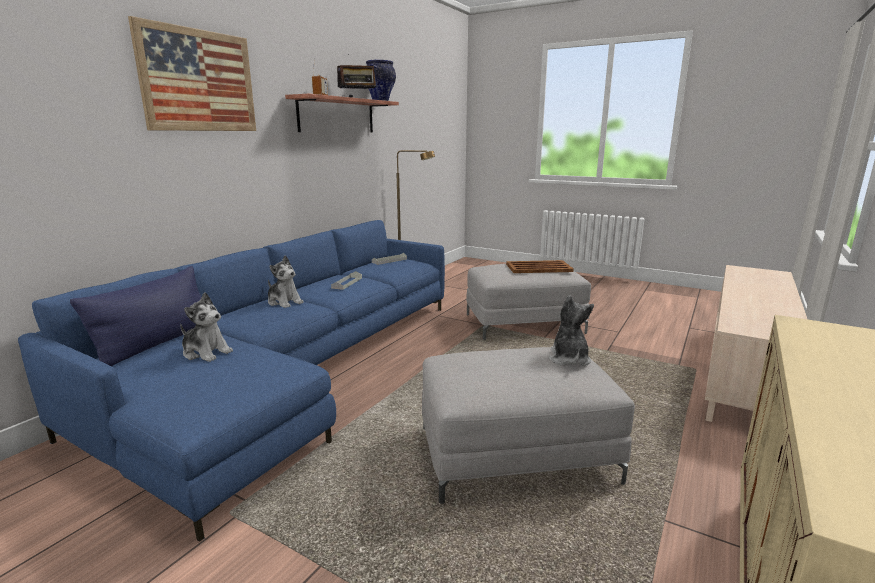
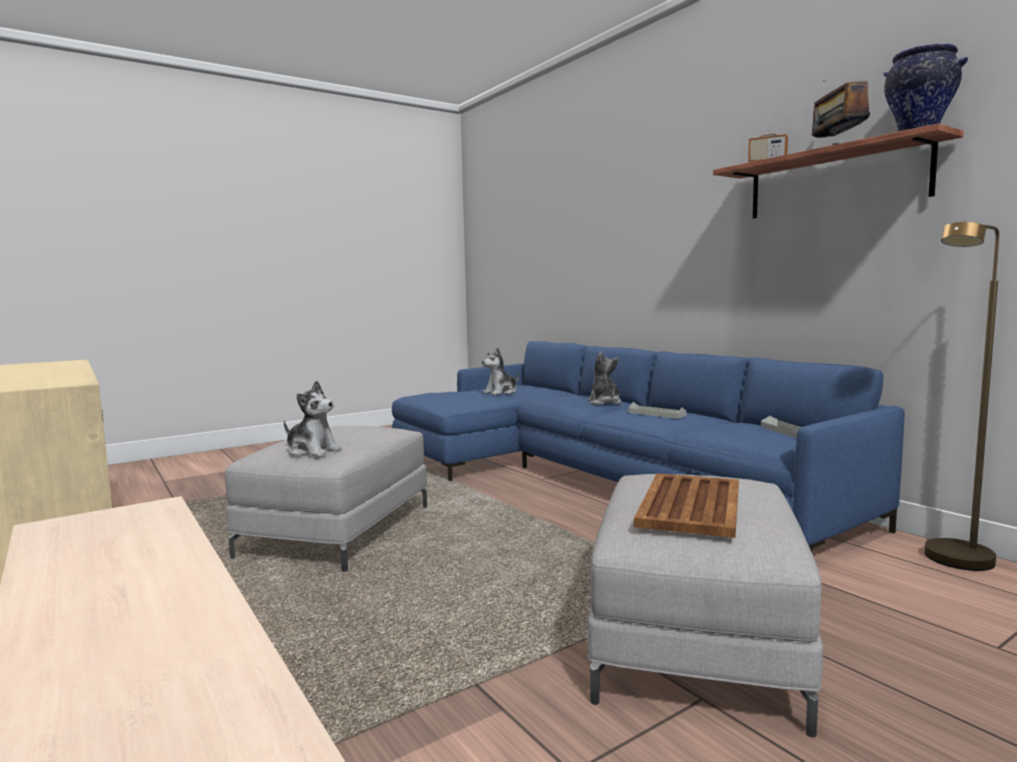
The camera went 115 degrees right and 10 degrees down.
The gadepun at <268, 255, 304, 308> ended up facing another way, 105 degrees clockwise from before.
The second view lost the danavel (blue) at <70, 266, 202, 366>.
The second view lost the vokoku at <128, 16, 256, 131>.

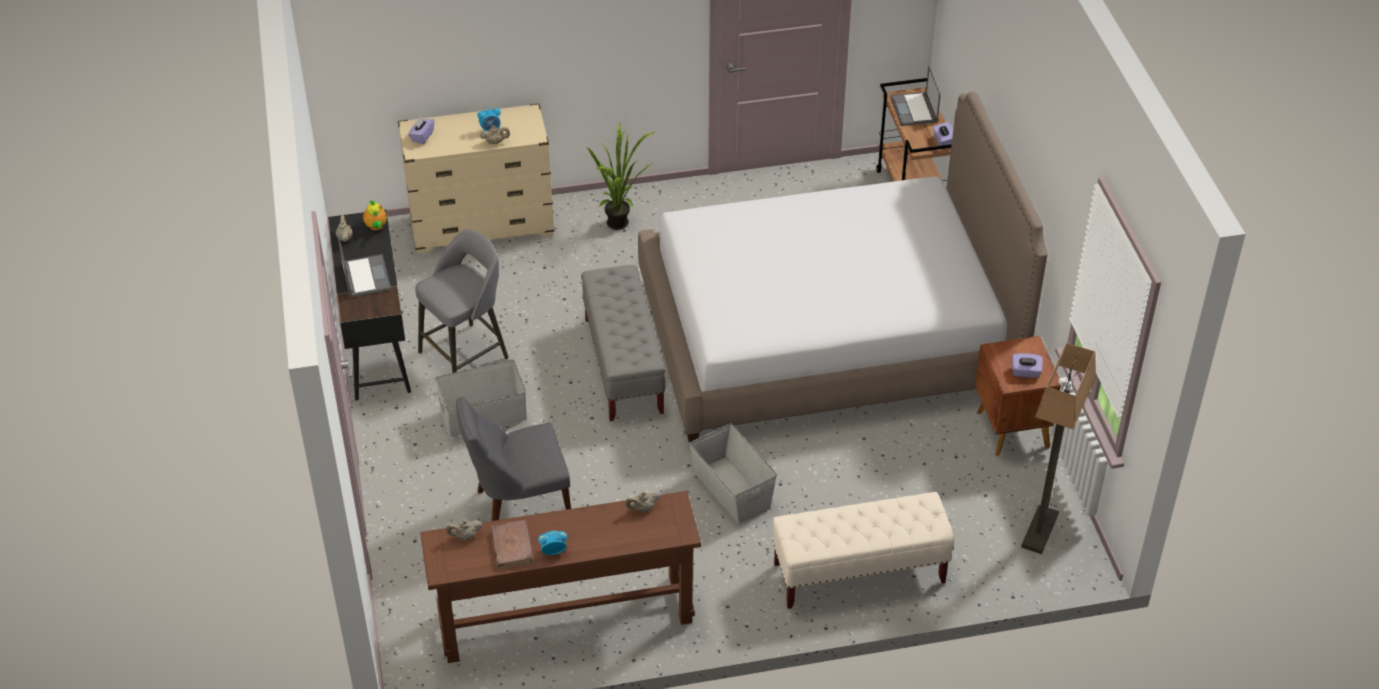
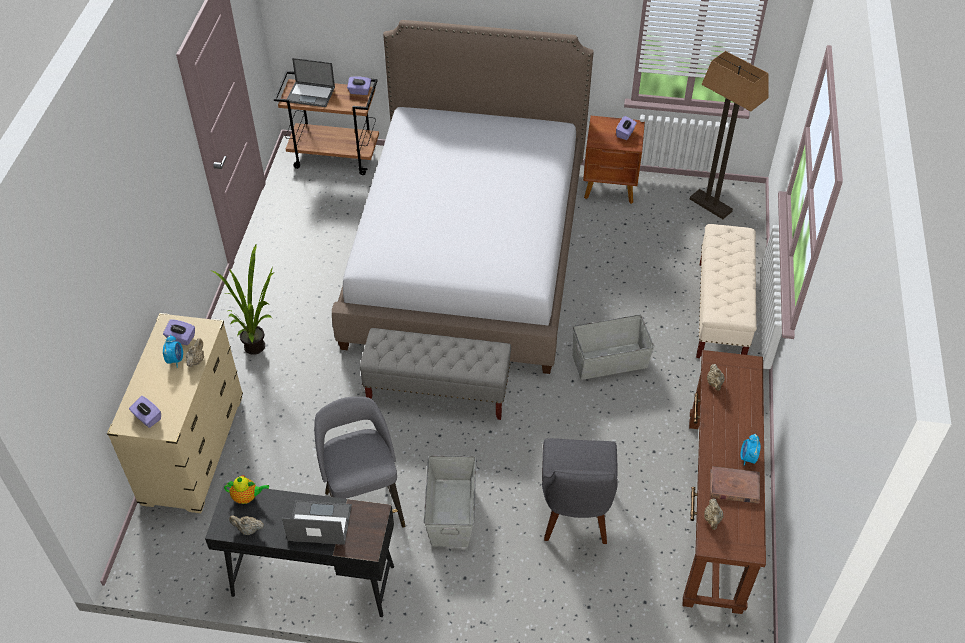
The camera went 70 degrees left and 5 degrees up.
The second view gained the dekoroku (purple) at <163, 319, 195, 345>.

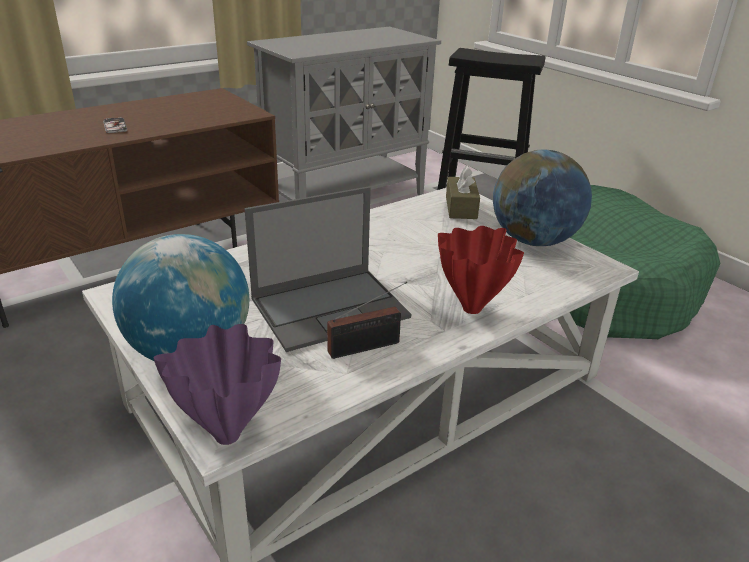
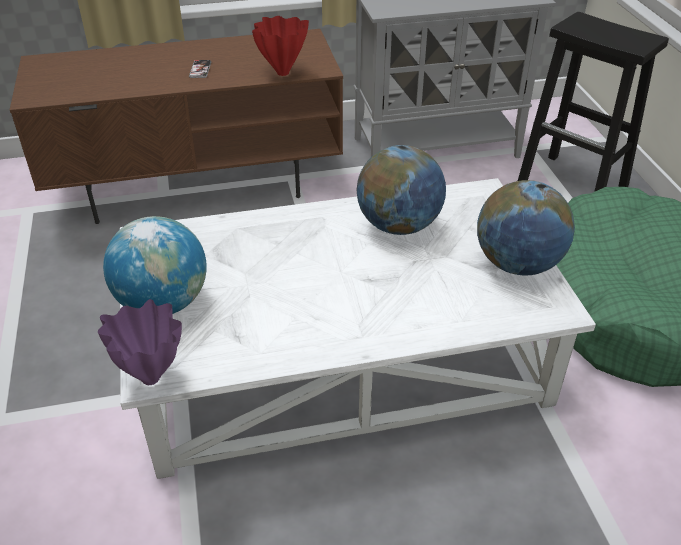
The camera went 25 degrees right and 10 degrees up.
The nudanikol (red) ended up elsewhere, having gone from <438, 226, 524, 314> to <252, 16, 309, 76>.
The second view gained the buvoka at <356, 145, 446, 235>.
The second view lost the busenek at <244, 186, 411, 352>.
The second view lost the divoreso at <327, 282, 407, 359>.
The second view lost the dekoroku (brown) at <446, 166, 480, 219>.

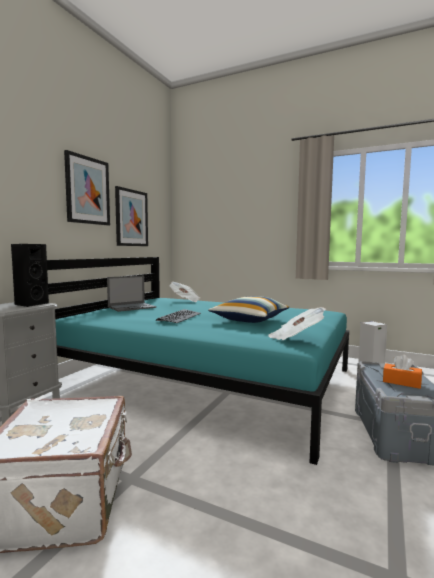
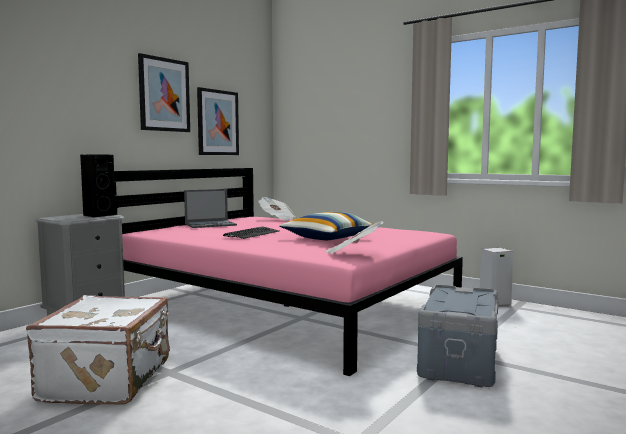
The camera went 10 degrees right and 0 degrees up.
What was the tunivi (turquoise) at <47, 257, 349, 465> turned into the tunivi (pink) at <114, 168, 463, 376>.
The second view lost the dekoroku (orange) at <383, 355, 422, 389>.

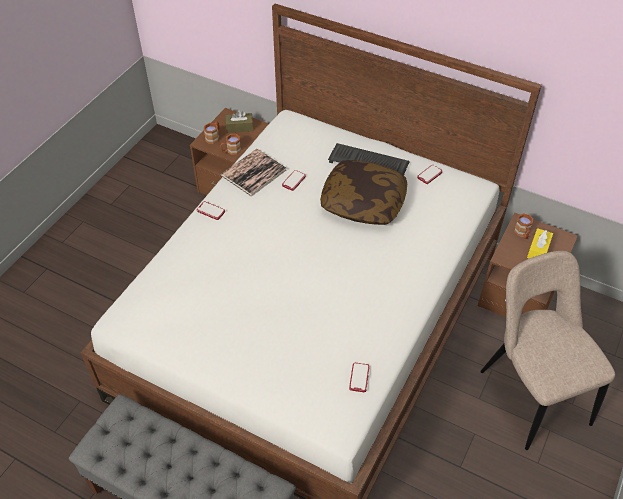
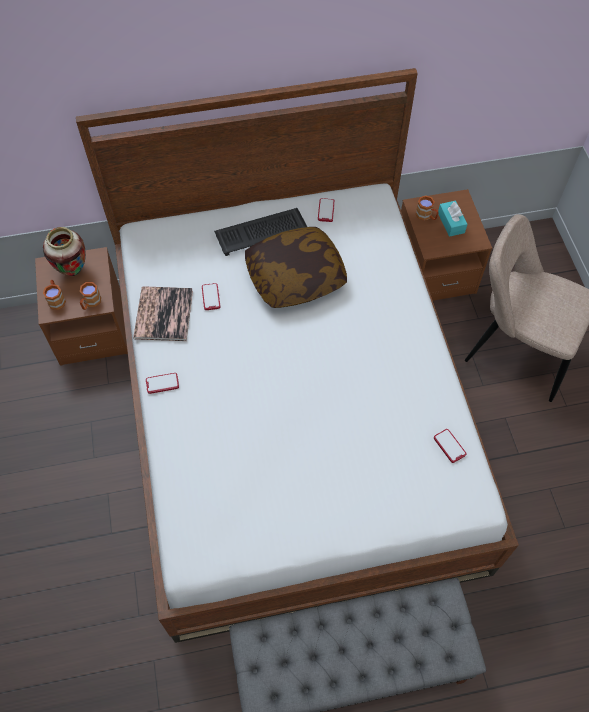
The camera went 40 degrees left and 10 degrees up.
Where the dekoroku (brown) stood at <225, 110, 253, 133>, the nudanikol came to stand at <43, 227, 86, 276>.
What was the dekoroku (yellow) at <527, 228, 553, 258> turned into the dekoroku (turquoise) at <438, 201, 467, 237>.

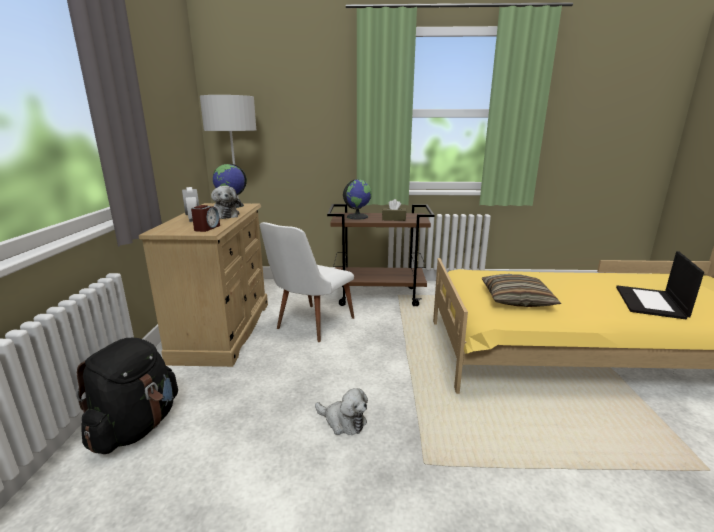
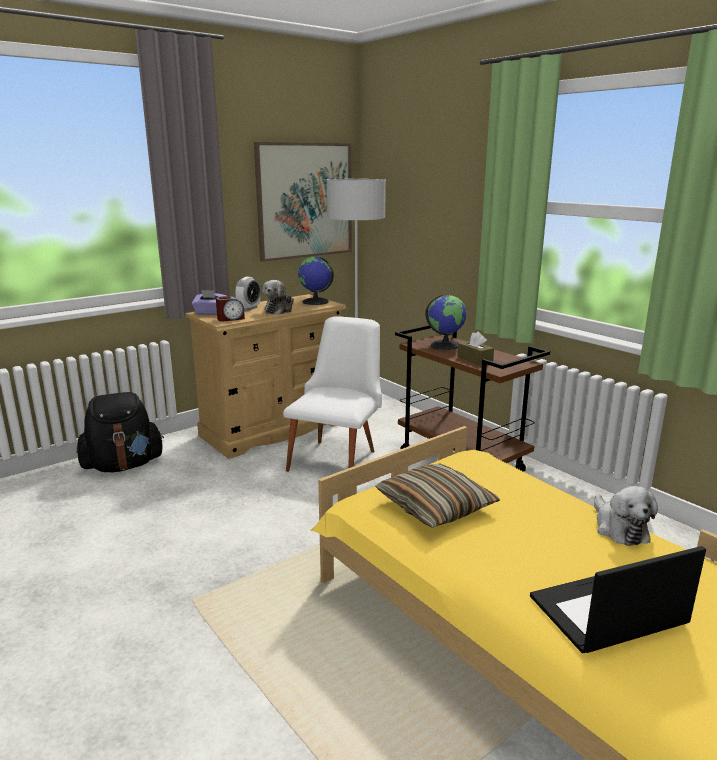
The camera went 50 degrees right and 0 degrees up.
The second view gained the dekoroku (purple) at <192, 290, 227, 315>.
The second view gained the vokoku at <254, 142, 352, 262>.
The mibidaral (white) at <260, 222, 354, 342> ended up facing another way, 120 degrees clockwise from before.
The gadepun ended up elsewhere, having gone from <315, 388, 368, 435> to <594, 486, 658, 546>.

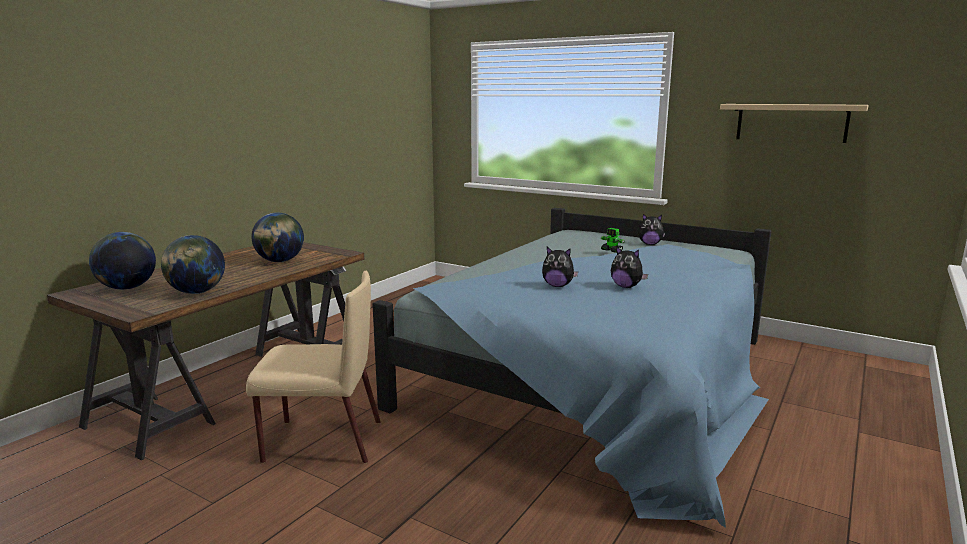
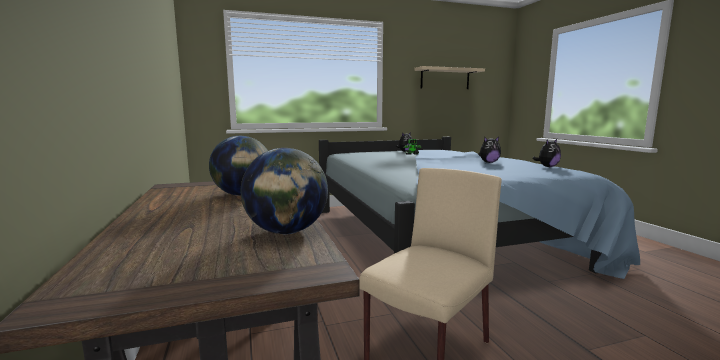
The camera went 50 degrees left and 5 degrees down.
The gadepun ended up elsewhere, having gone from <542, 247, 578, 287> to <532, 139, 561, 167>.
The second view lost the buvoka at <89, 232, 156, 290>.

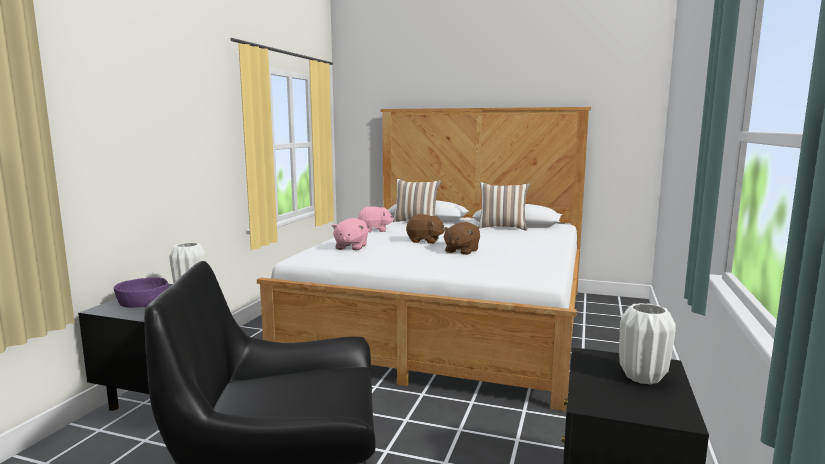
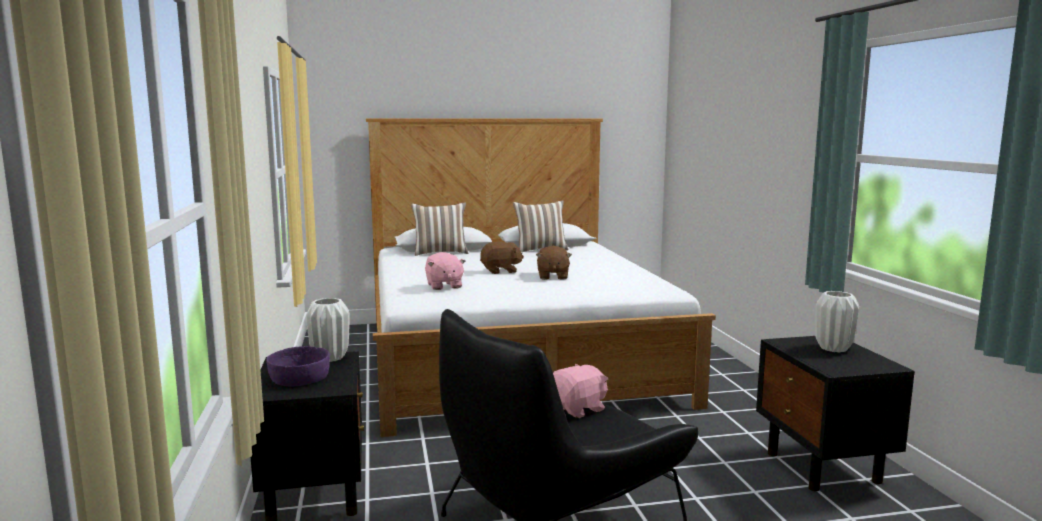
The camera went 30 degrees left and 0 degrees up.
The gadepun (pink) ended up elsewhere, having gone from <358, 206, 394, 232> to <553, 364, 608, 418>.

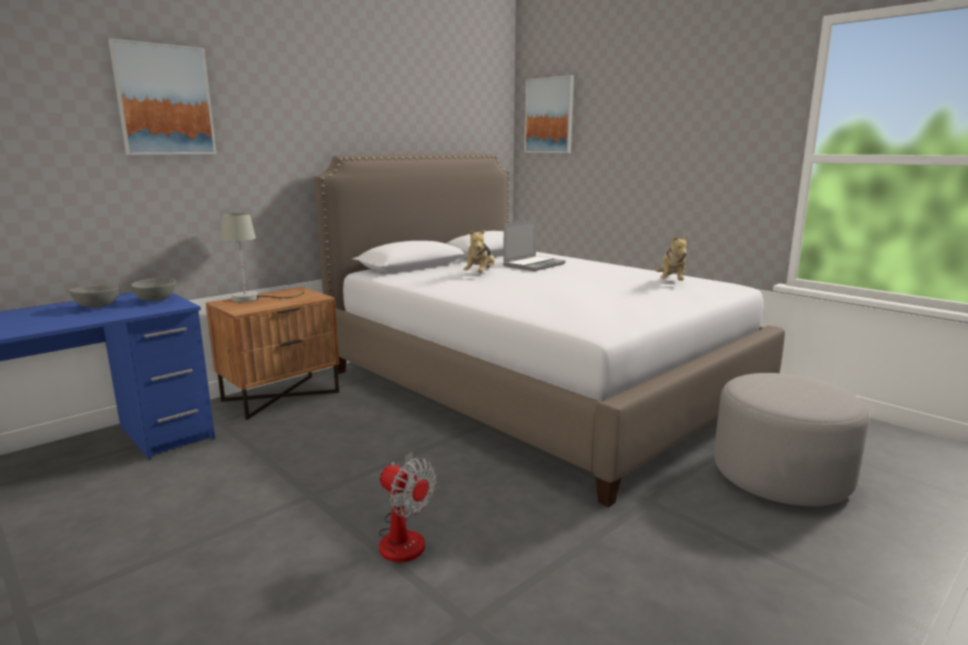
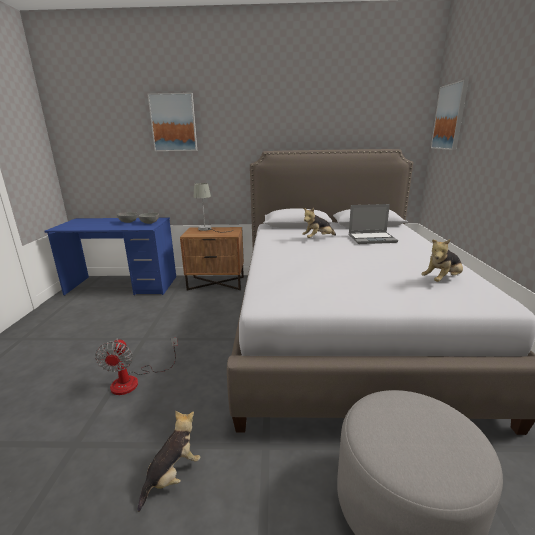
The camera went 45 degrees right and 5 degrees up.
The second view gained the gadepun at <138, 411, 201, 512>.

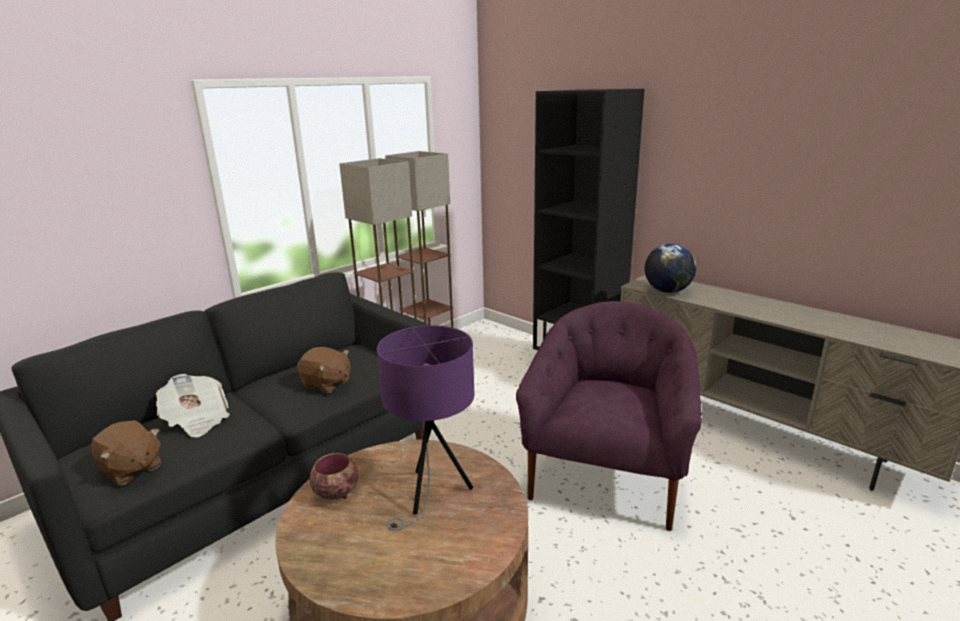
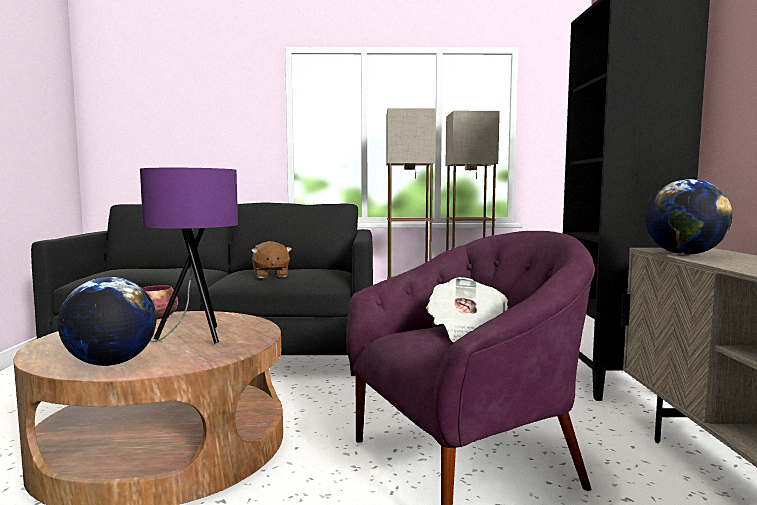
The camera went 45 degrees right and 15 degrees down.
The second view gained the buvoka at <58, 277, 156, 366>.
The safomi ended up elsewhere, having gone from <156, 374, 230, 437> to <426, 277, 508, 343>.
The second view lost the gadepun (brown) at <91, 420, 162, 486>.

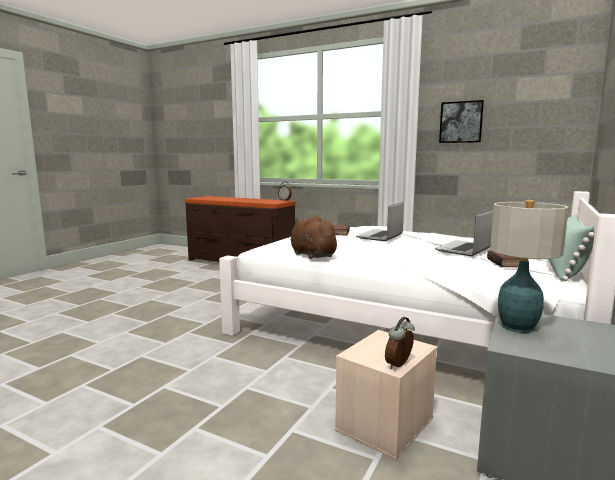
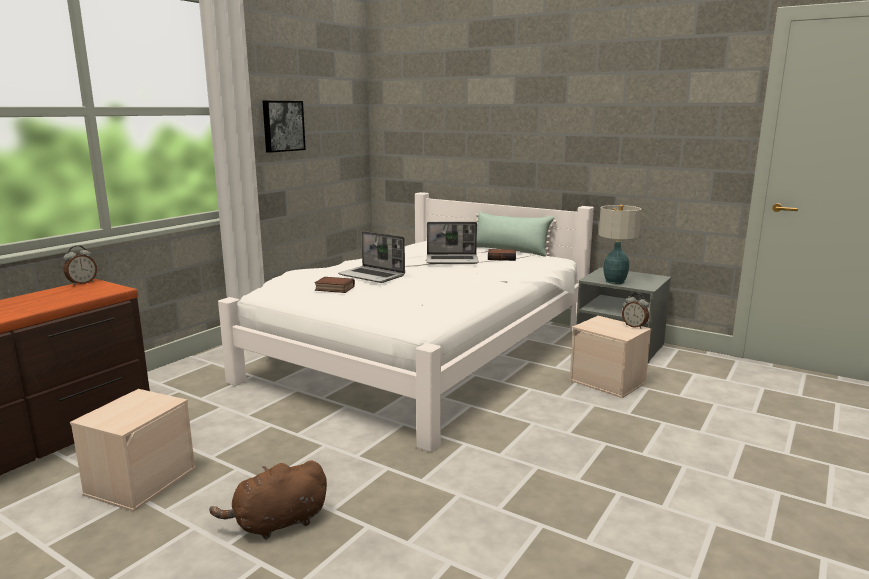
The camera went 85 degrees left and 5 degrees up.
The second view gained the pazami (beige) at <70, 389, 196, 512>.
The gadepun (brown) ended up elsewhere, having gone from <291, 216, 340, 259> to <209, 461, 327, 540>.
The busenek at <435, 210, 493, 256> ended up facing another way, 45 degrees counterclockwise from before.

